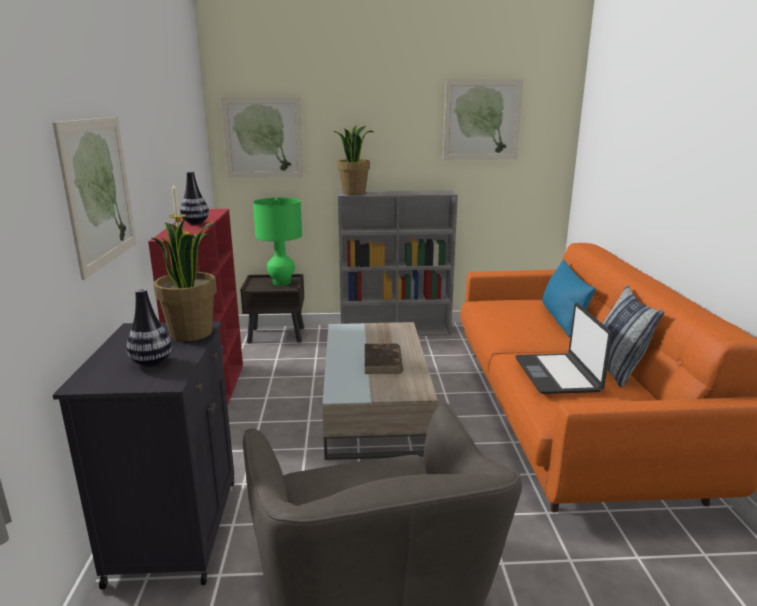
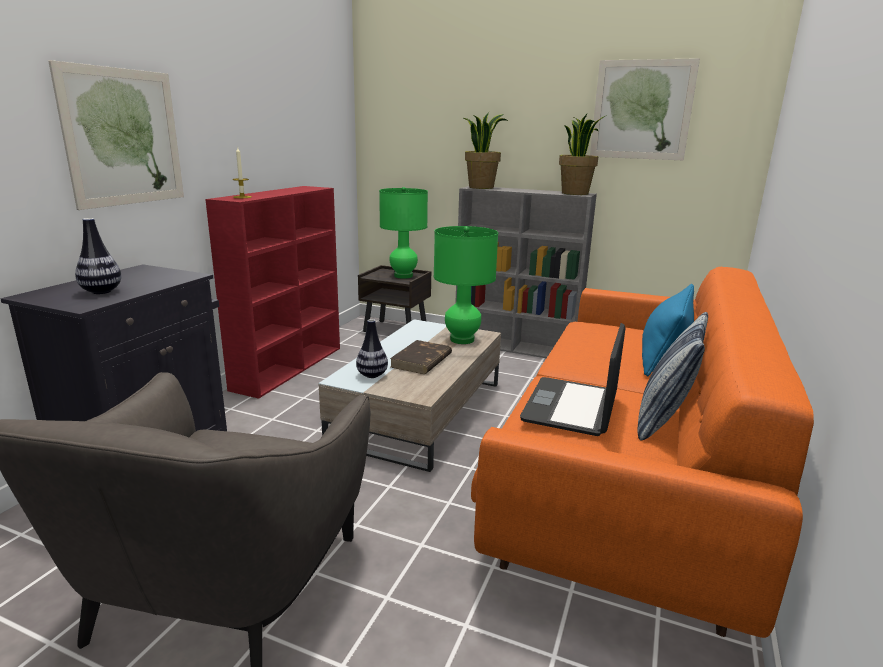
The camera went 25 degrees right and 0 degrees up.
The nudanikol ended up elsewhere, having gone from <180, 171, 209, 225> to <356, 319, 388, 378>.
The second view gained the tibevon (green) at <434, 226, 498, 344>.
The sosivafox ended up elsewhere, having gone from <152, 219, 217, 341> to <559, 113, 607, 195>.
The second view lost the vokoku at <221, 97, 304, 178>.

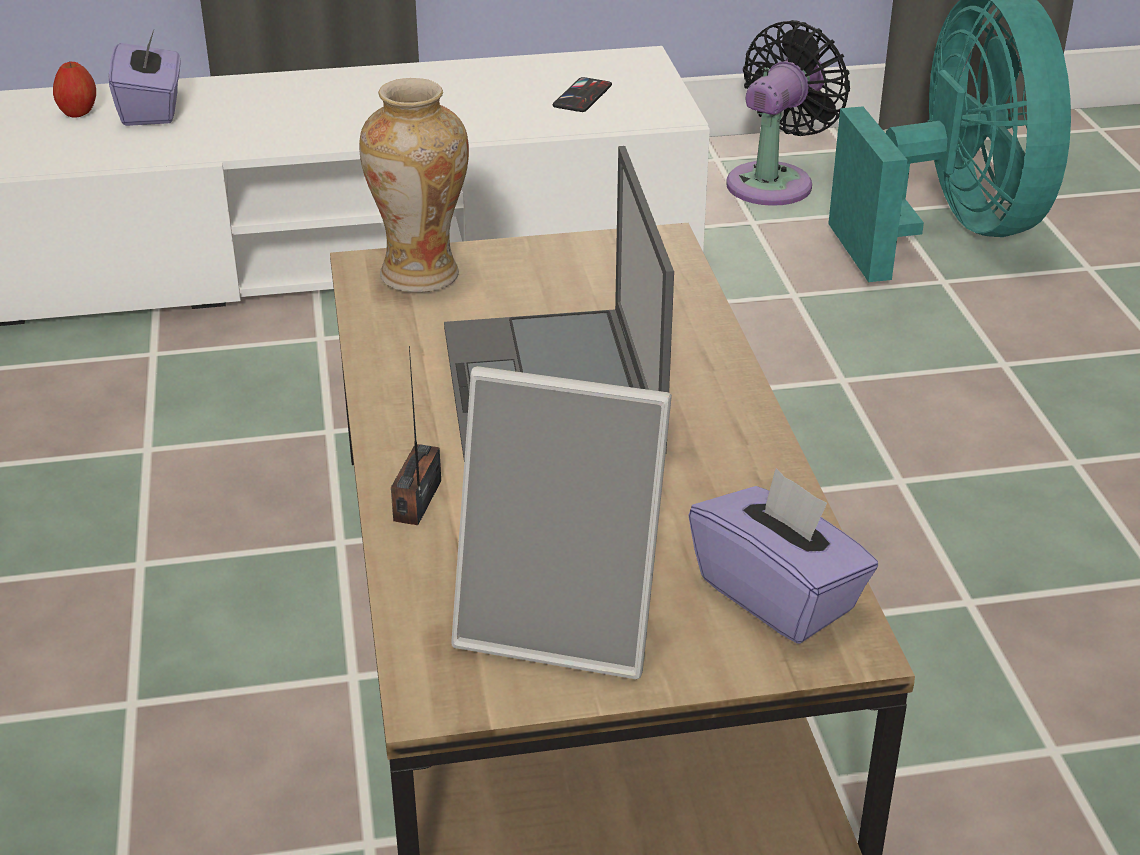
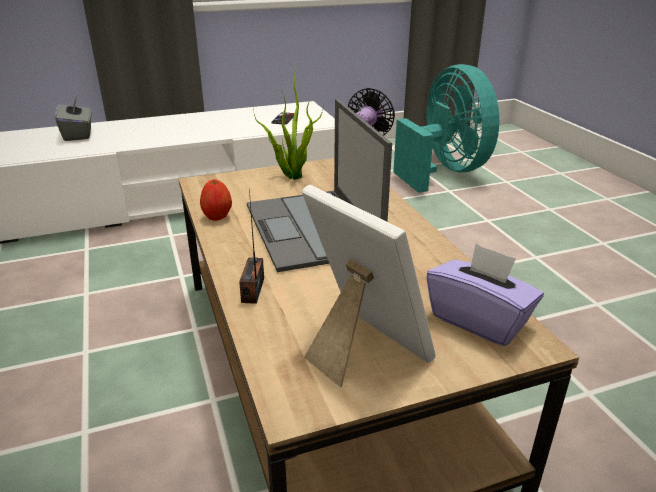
The camera went 10 degrees left and 5 degrees down.
What was the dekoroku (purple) at <109, 30, 181, 126> turned into the dekoroku (grey) at <55, 96, 92, 141>.
The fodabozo ended up elsewhere, having gone from <53, 61, 96, 118> to <200, 179, 232, 221>.
The second view gained the sosivafox at <253, 66, 324, 180>.
The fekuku at <451, 366, 672, 679> ended up facing another way, 135 degrees counterclockwise from before.
The second view lost the nudanikol at <359, 78, 469, 292>.

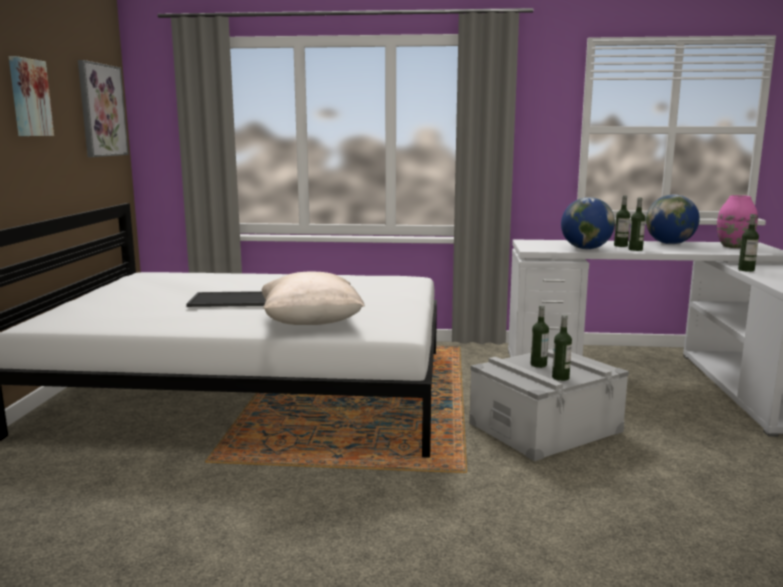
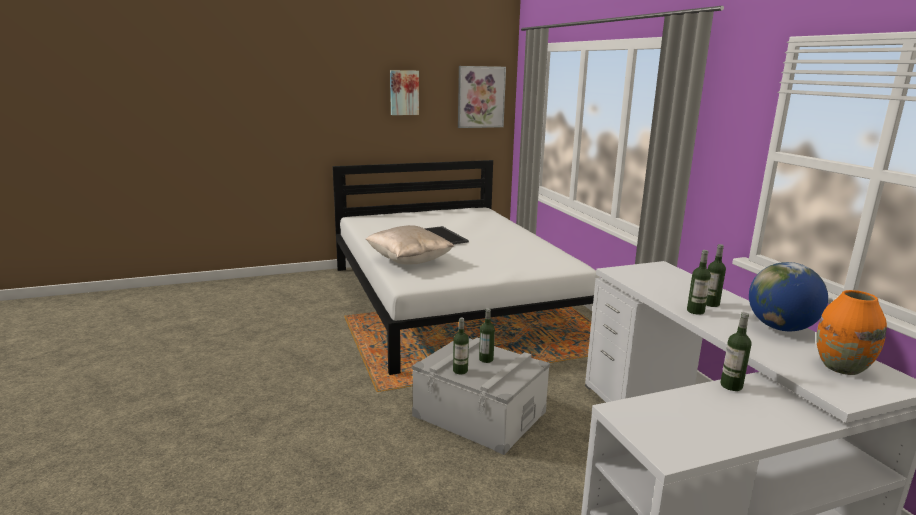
The camera went 65 degrees right and 5 degrees up.
What was the nudanikol (pink) at <717, 195, 758, 248> turned into the nudanikol (orange) at <816, 290, 887, 375>.
The second view lost the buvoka at <561, 197, 615, 249>.

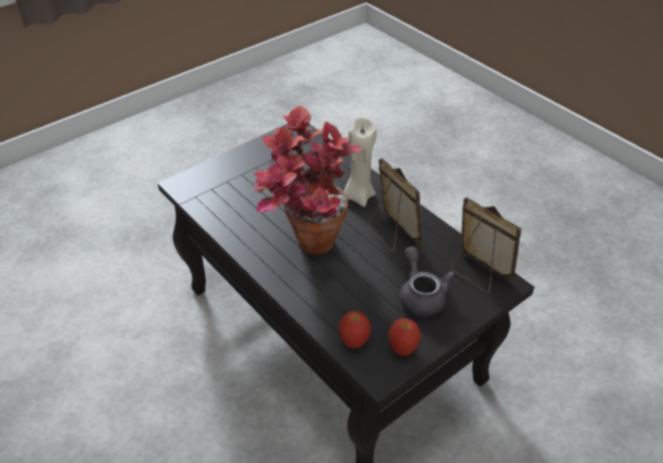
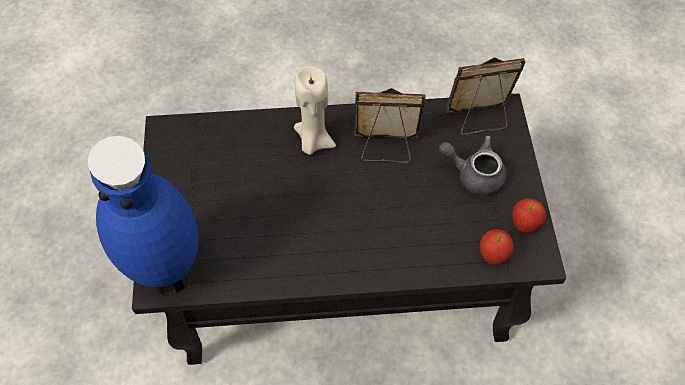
The camera went 55 degrees left and 15 degrees up.
The second view gained the nudanikol (blue) at <88, 136, 198, 295>.
The second view lost the sosivafox at <254, 106, 363, 255>.

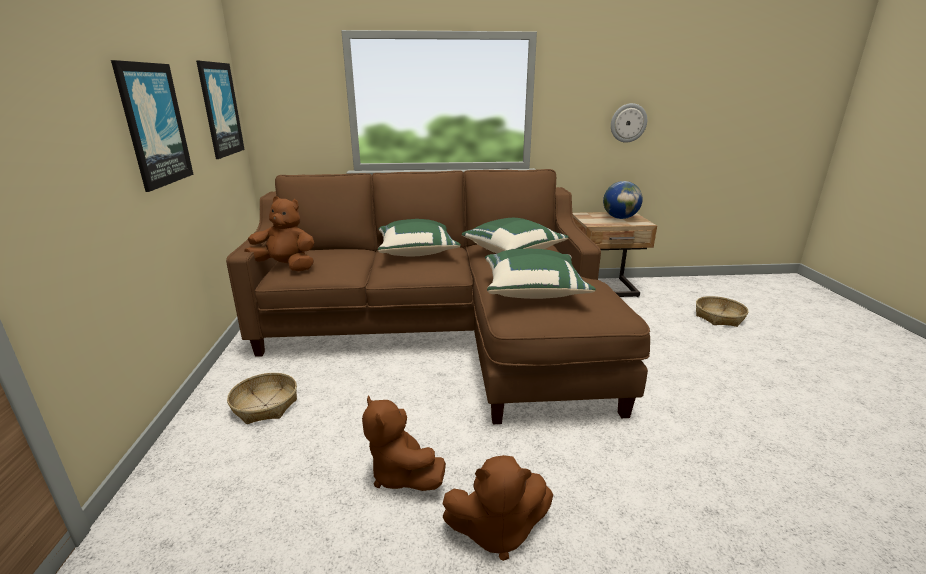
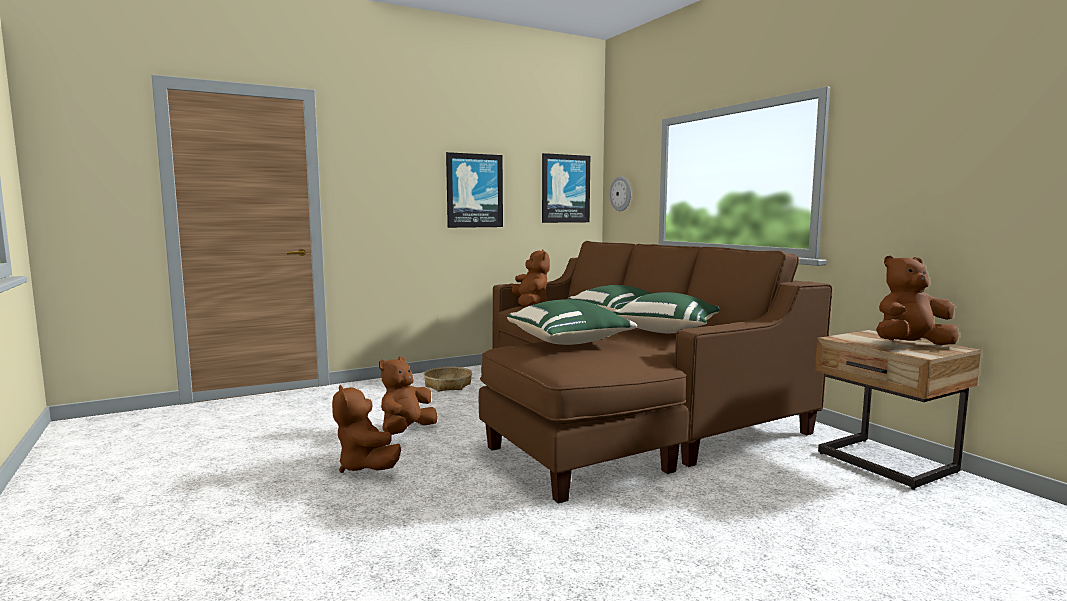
The camera went 65 degrees right and 15 degrees down.
The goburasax ended up elsewhere, having gone from <611, 103, 647, 143> to <610, 176, 631, 211>.
Where the buvoka stood at <603, 181, 643, 219>, the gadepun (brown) came to stand at <876, 256, 959, 345>.
The second view lost the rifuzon at <696, 296, 749, 327>.

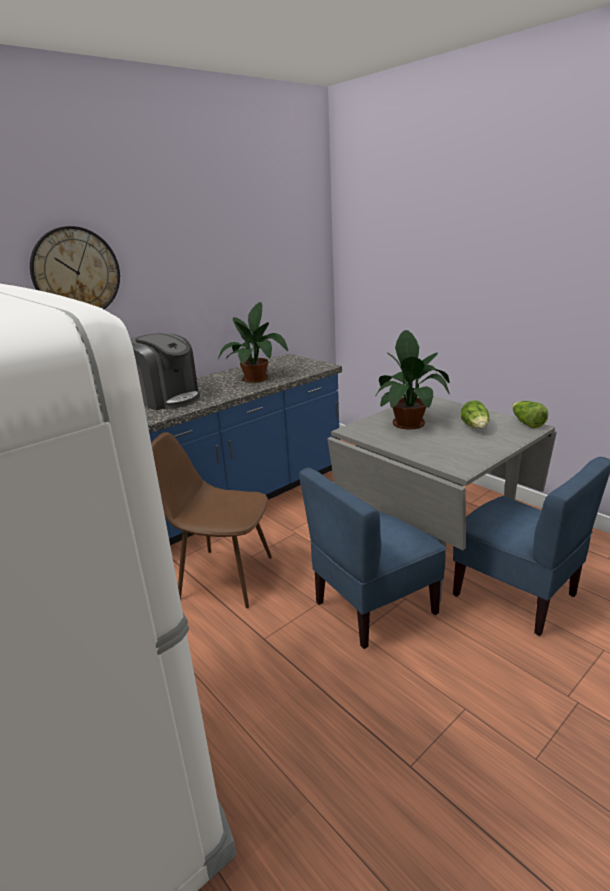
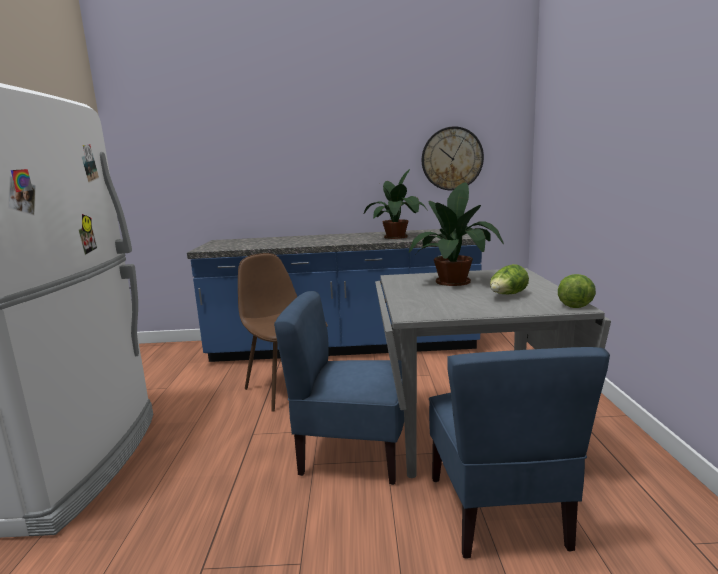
The camera went 40 degrees right and 10 degrees down.
The goburasax ended up elsewhere, having gone from <30, 226, 120, 309> to <422, 126, 484, 191>.
The second view lost the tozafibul at <130, 333, 200, 410>.

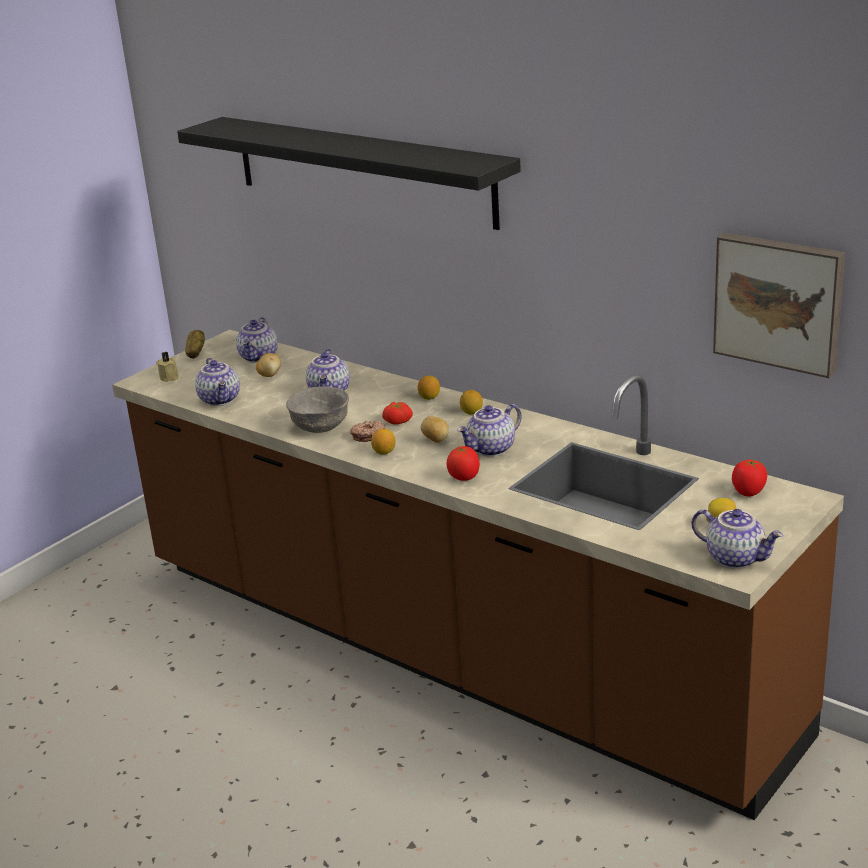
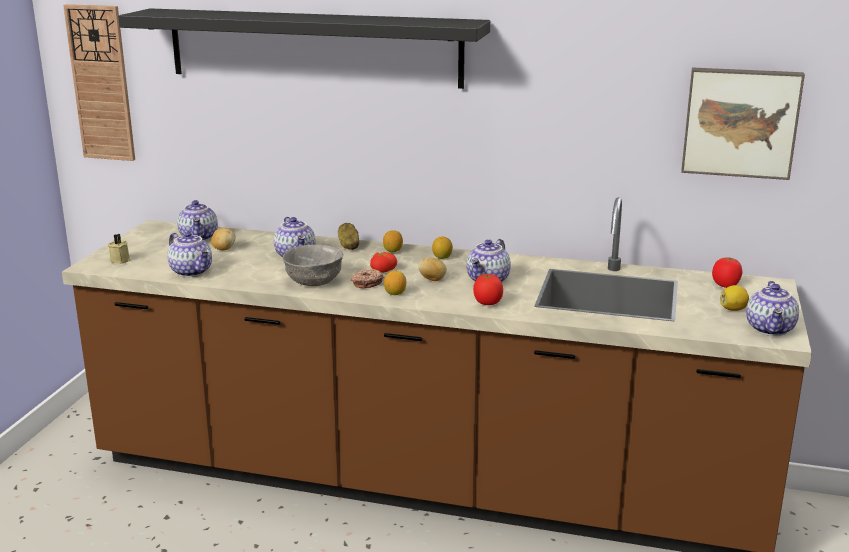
The camera went 25 degrees left and 5 degrees down.
The second view gained the goburasax at <63, 4, 135, 161>.
The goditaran ended up elsewhere, having gone from <185, 330, 205, 359> to <338, 223, 359, 250>.
The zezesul at <691, 509, 783, 569> ended up facing another way, 90 degrees clockwise from before.

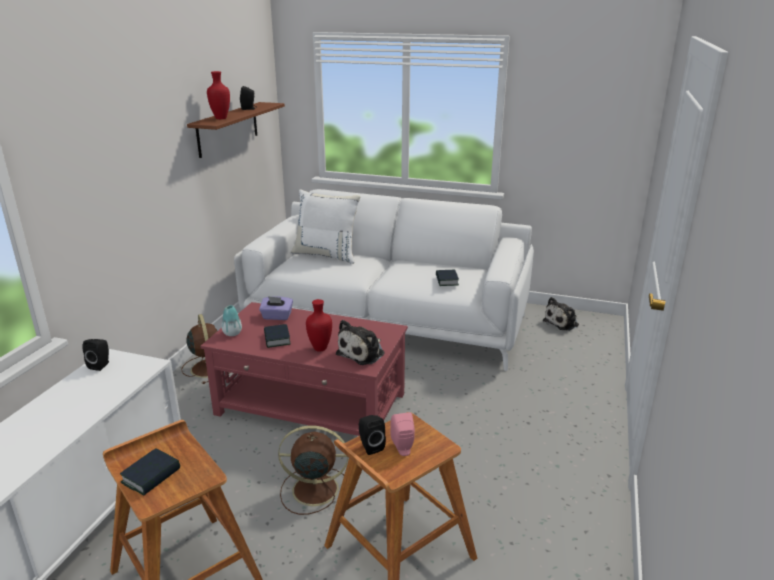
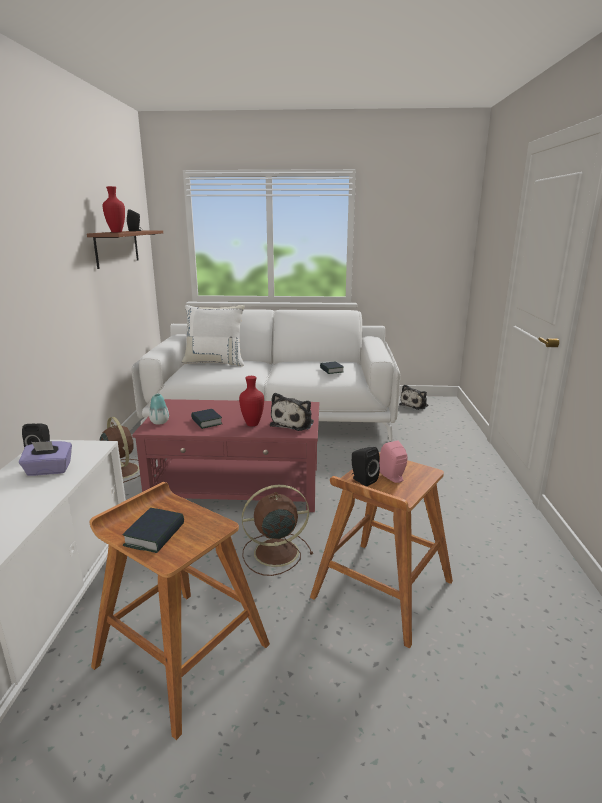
The camera went 15 degrees left and 5 degrees down.
The dekoroku (purple) ended up elsewhere, having gone from <259, 296, 293, 320> to <19, 441, 72, 476>.

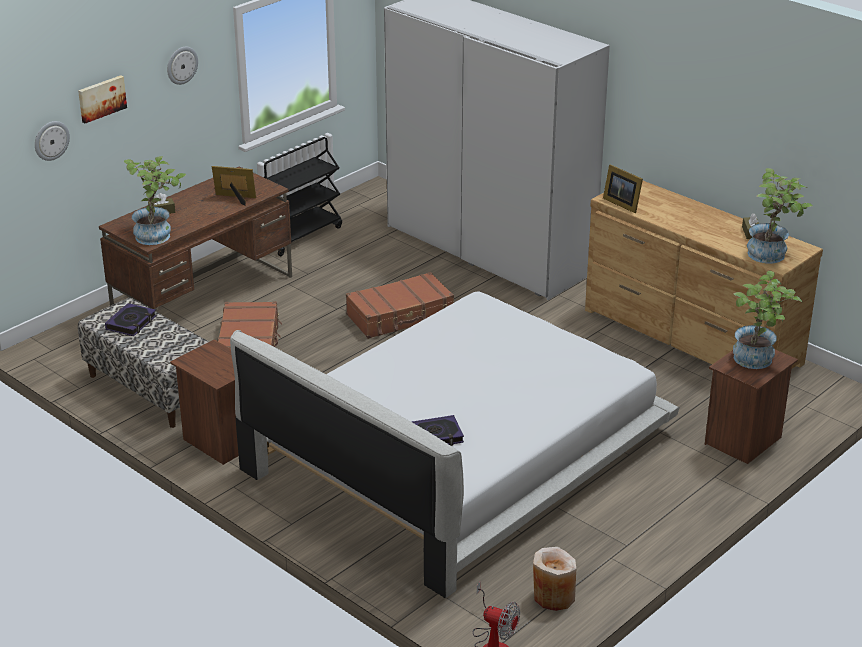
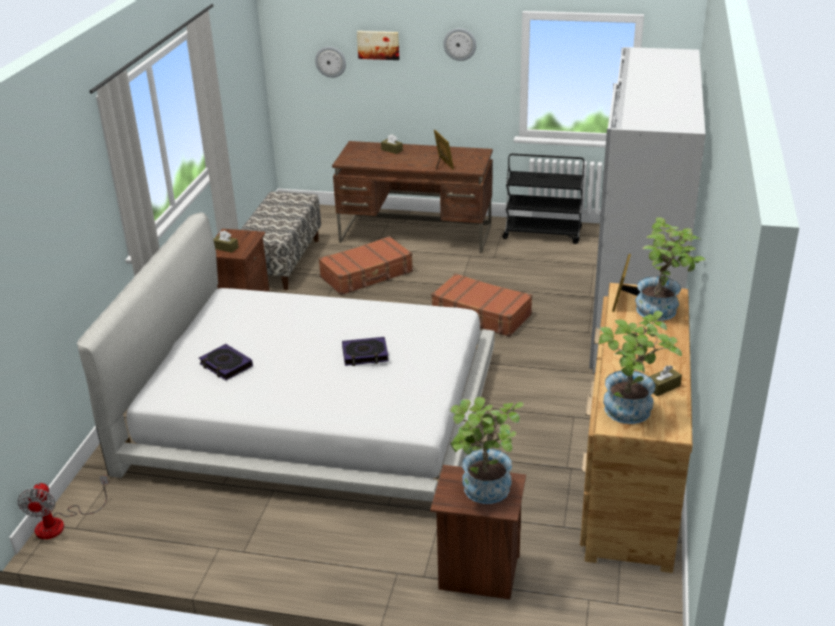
The camera went 60 degrees right and 0 degrees up.
The second view gained the dekoroku (brown) at <213, 230, 239, 253>.
The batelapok ended up elsewhere, having gone from <105, 303, 156, 336> to <342, 337, 389, 366>.
The sosivafox ended up elsewhere, having gone from <124, 156, 186, 245> to <635, 217, 705, 321>.
The second view lost the nudanikol (beige) at <533, 547, 576, 611>.

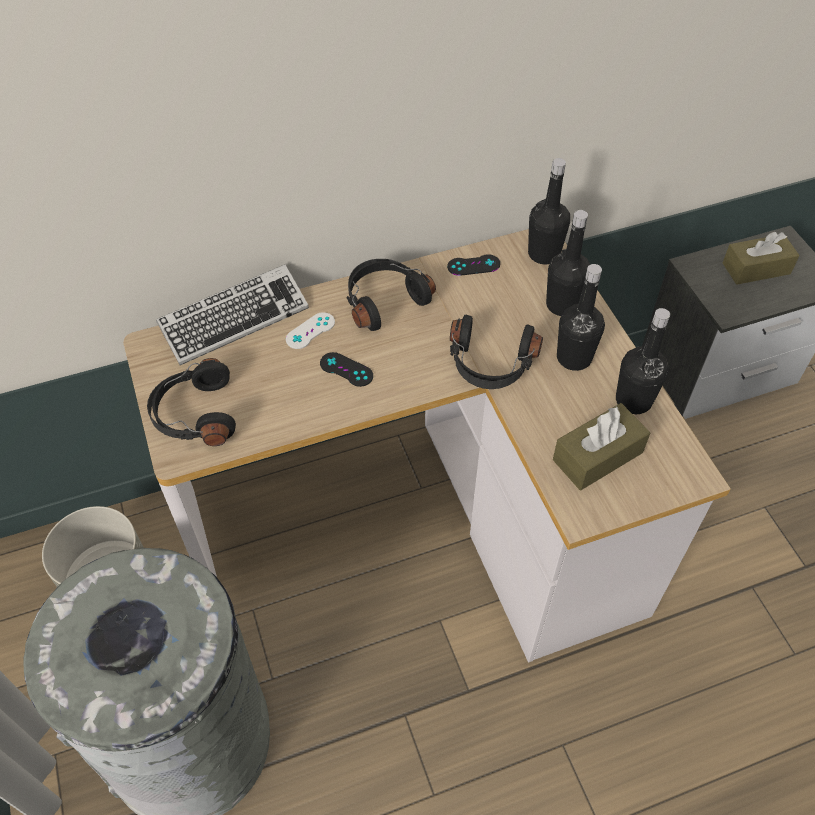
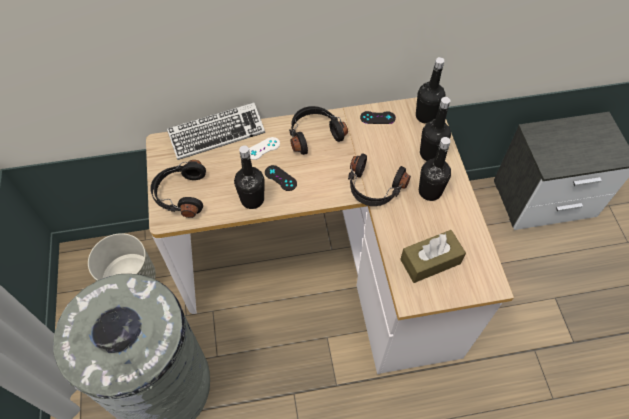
The camera went 10 degrees right and 5 degrees up.
The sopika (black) ended up elsewhere, having gone from <616, 308, 670, 414> to <234, 145, 265, 209>.
The second view lost the dekoroku (brown) at <722, 232, 800, 285>.

